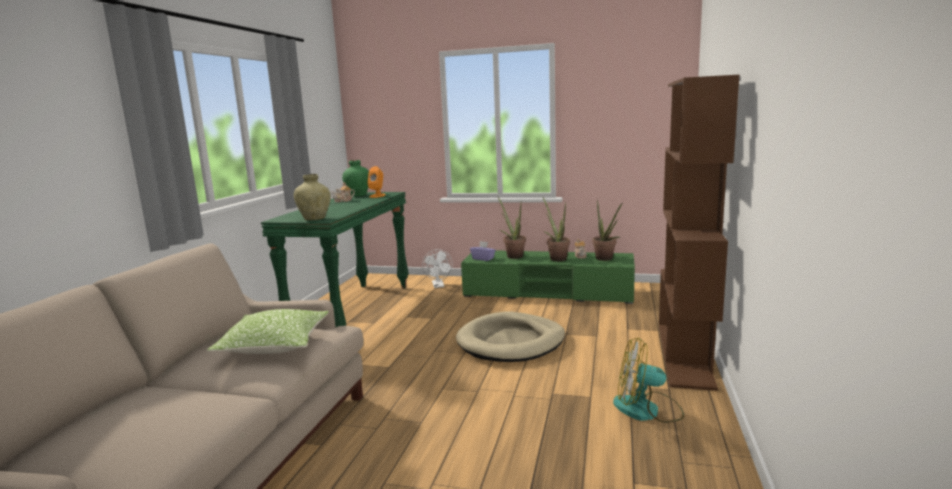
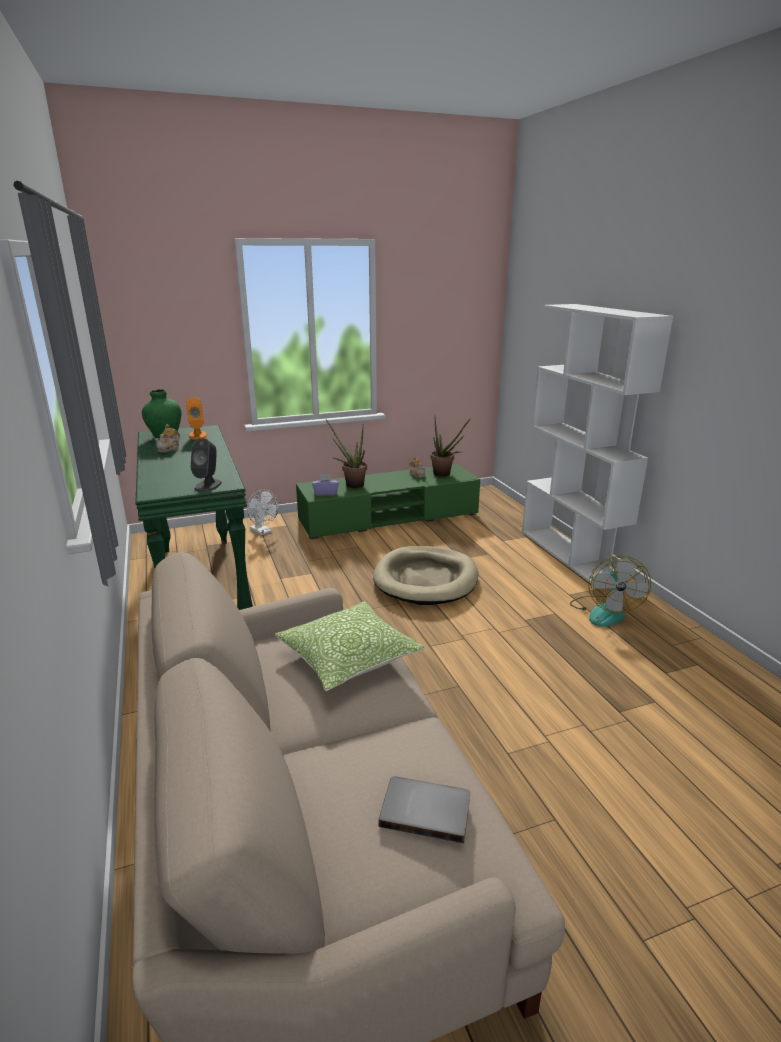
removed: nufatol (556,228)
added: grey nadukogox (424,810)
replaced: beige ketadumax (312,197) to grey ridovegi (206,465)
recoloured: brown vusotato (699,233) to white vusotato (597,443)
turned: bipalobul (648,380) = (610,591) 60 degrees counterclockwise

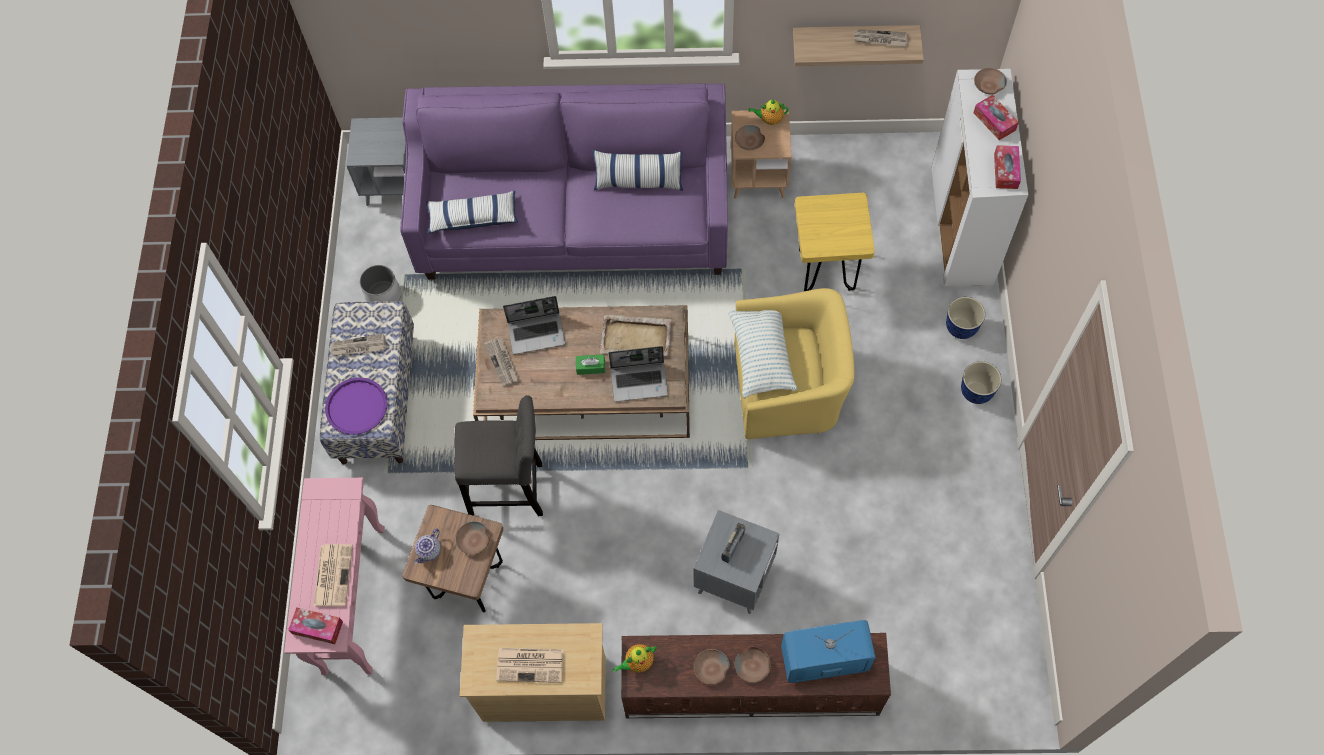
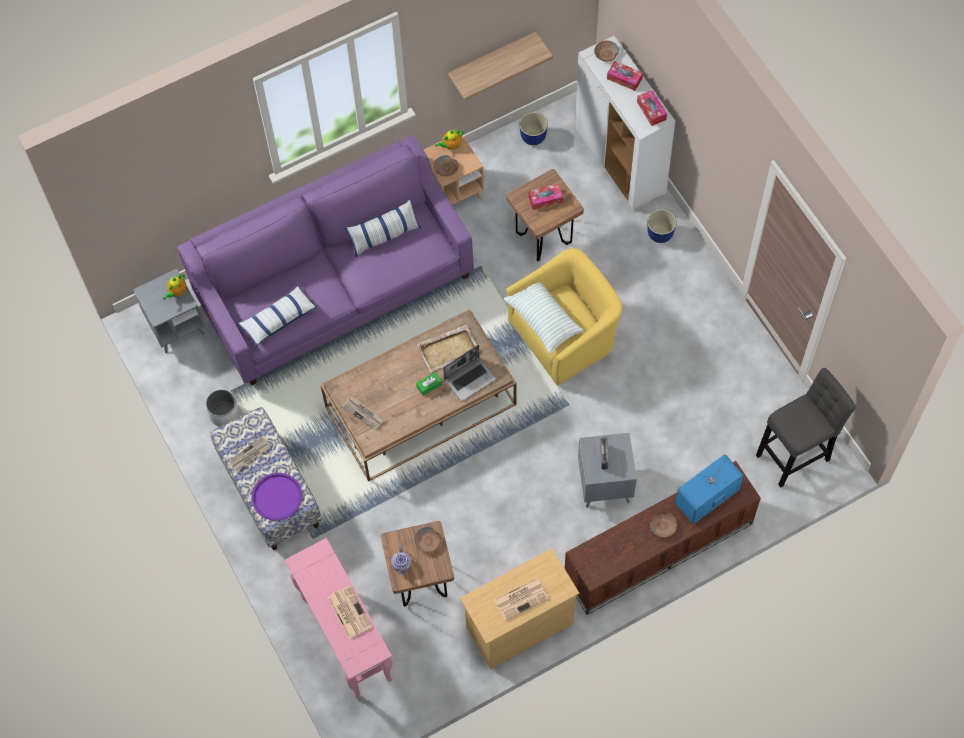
removed: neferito (534,325); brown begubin (712,667); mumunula (881,38)
moved: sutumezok (315,625) to (545,197); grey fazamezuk (498,455) to (806,428); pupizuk (635,658) to (175,287); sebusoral (981,382) to (533,128)
recoloured: yellow fazamezuk (835,242) to brown fazamezuk (545,215)

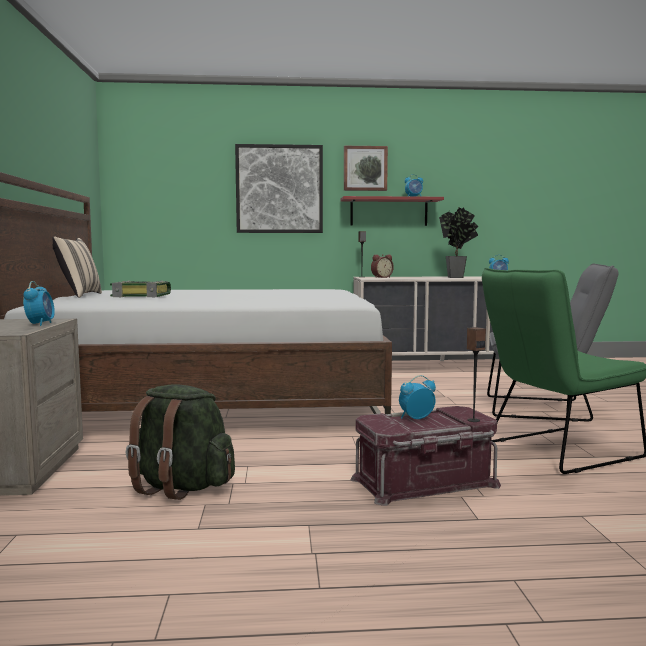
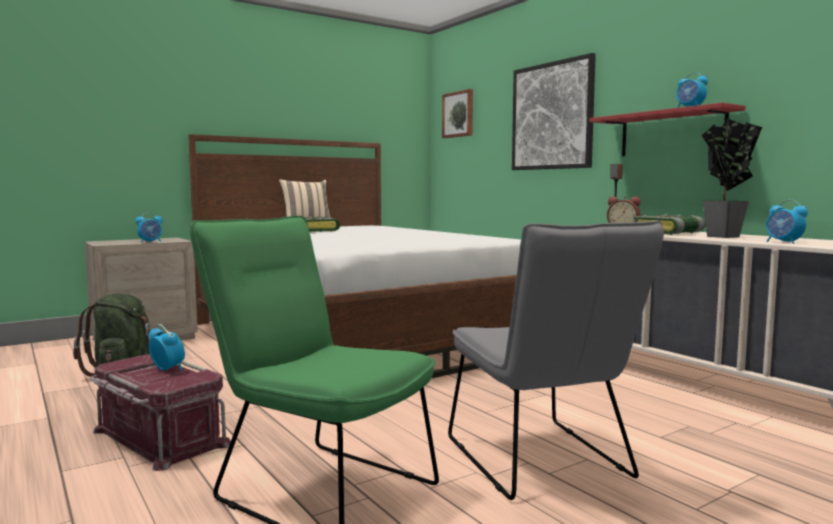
removed: ridovegi (476,374)
added: nadukogox (670,224)
moved: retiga (366,168) to (457,113)

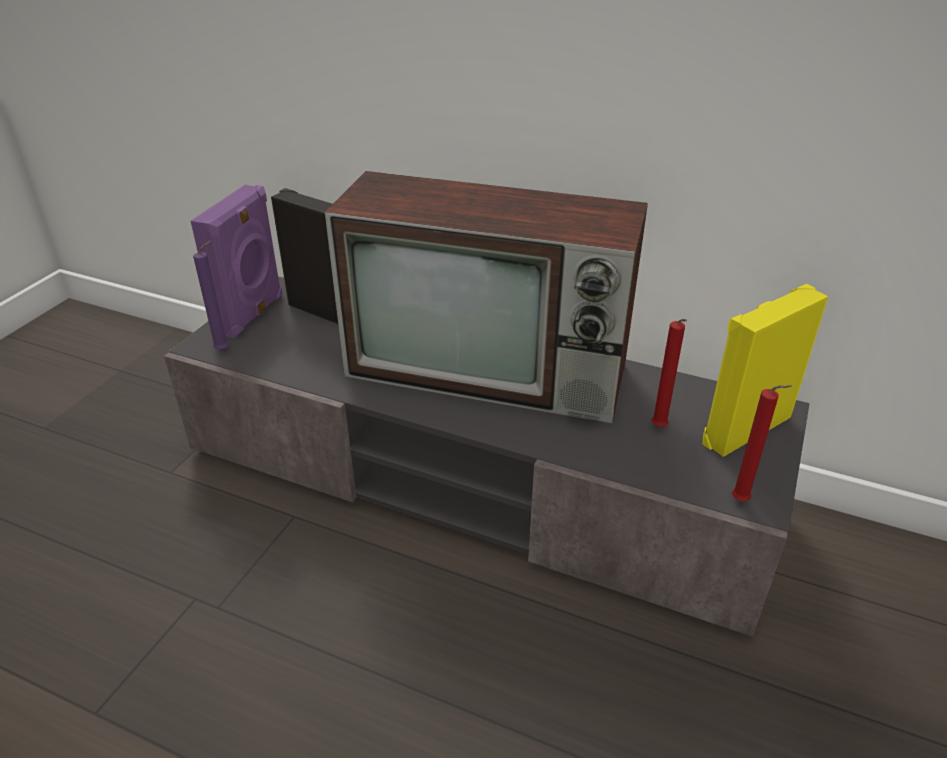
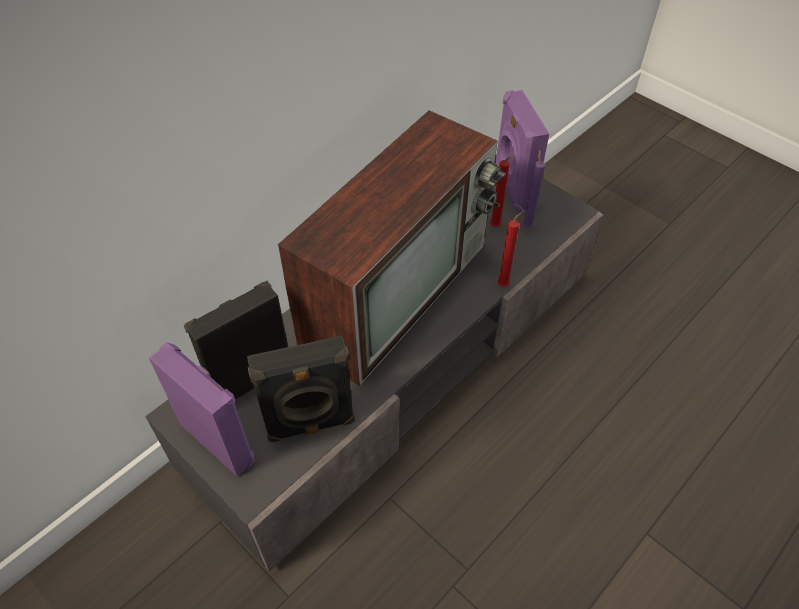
added: black ridovegi (301,389)
moved: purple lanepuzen (210,295) to (534,188); red lanepuzen (762,443) to (511,249)
recoloured: yellow ridovegi (765,370) to purple ridovegi (522,151)

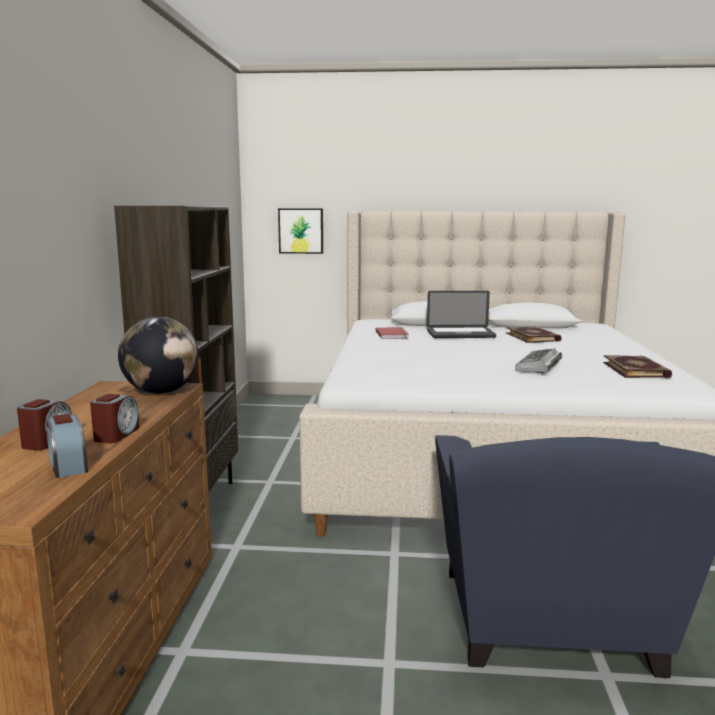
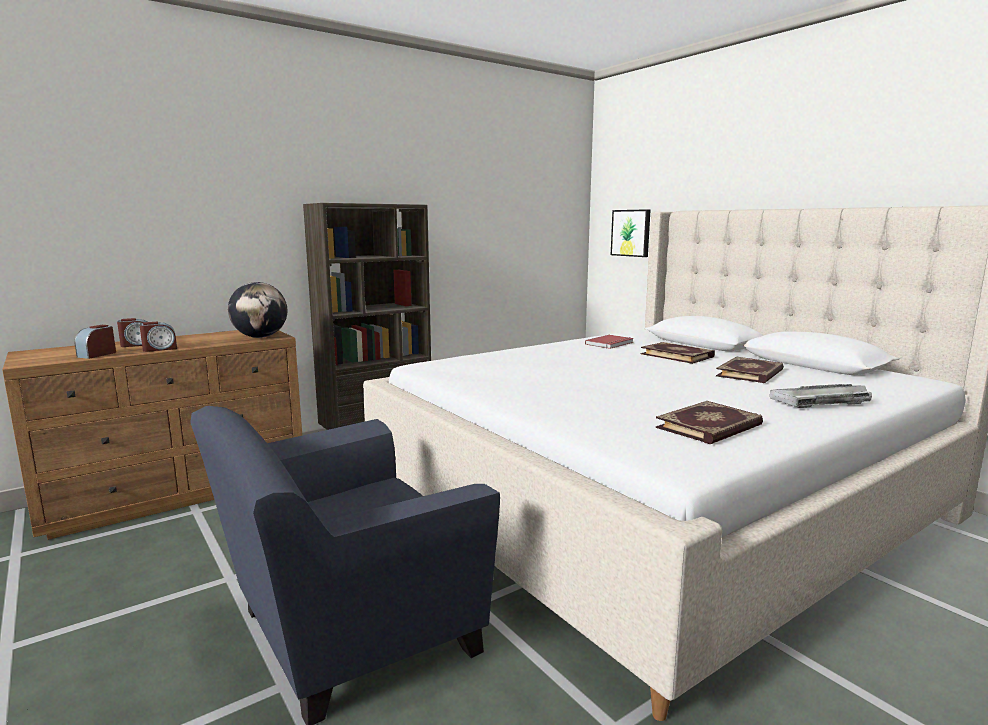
moved: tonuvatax (538,360) to (821,396)
replaced: neferito (461,314) to nadukogox (678,353)

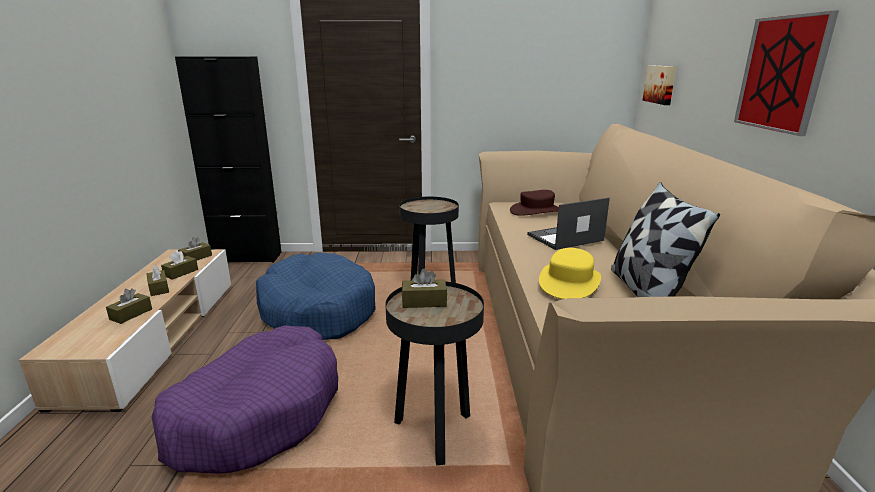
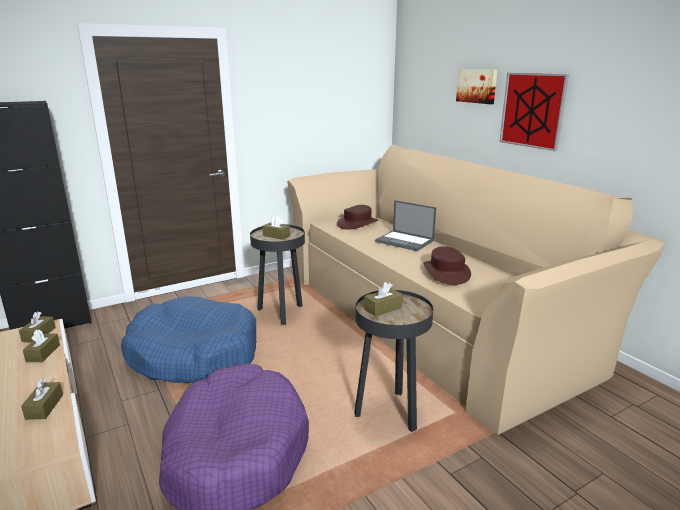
removed: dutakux (665,239)
moved: brown sutumezok (157,280) to (276,228); retiga (659,85) to (476,86)
recoloured: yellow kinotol (570,273) to brown kinotol (447,265)
turned: neferito (568,224) = (405,225) 90 degrees counterclockwise

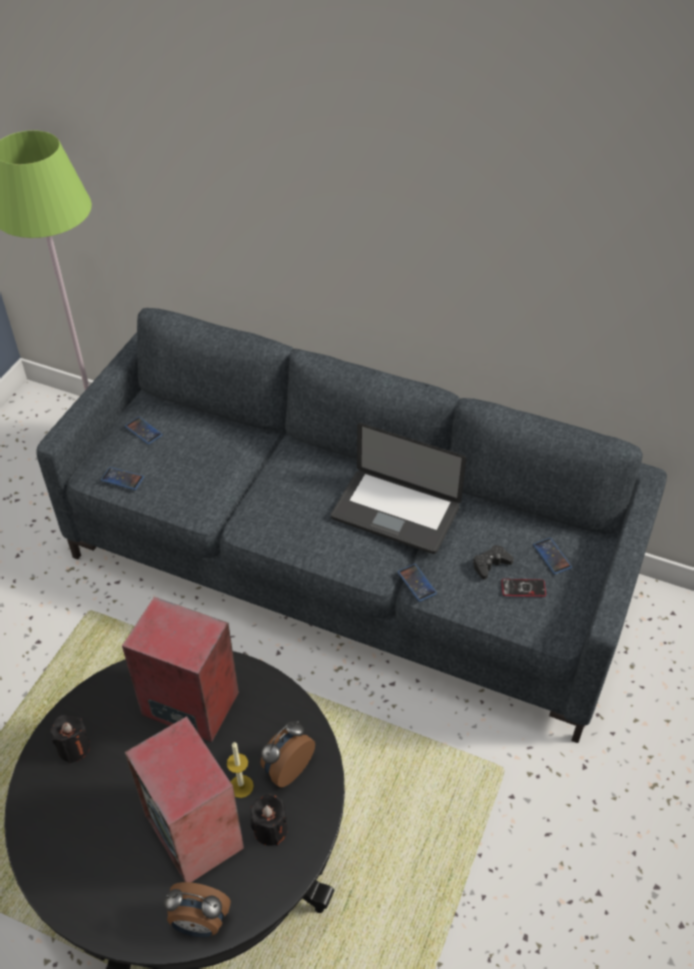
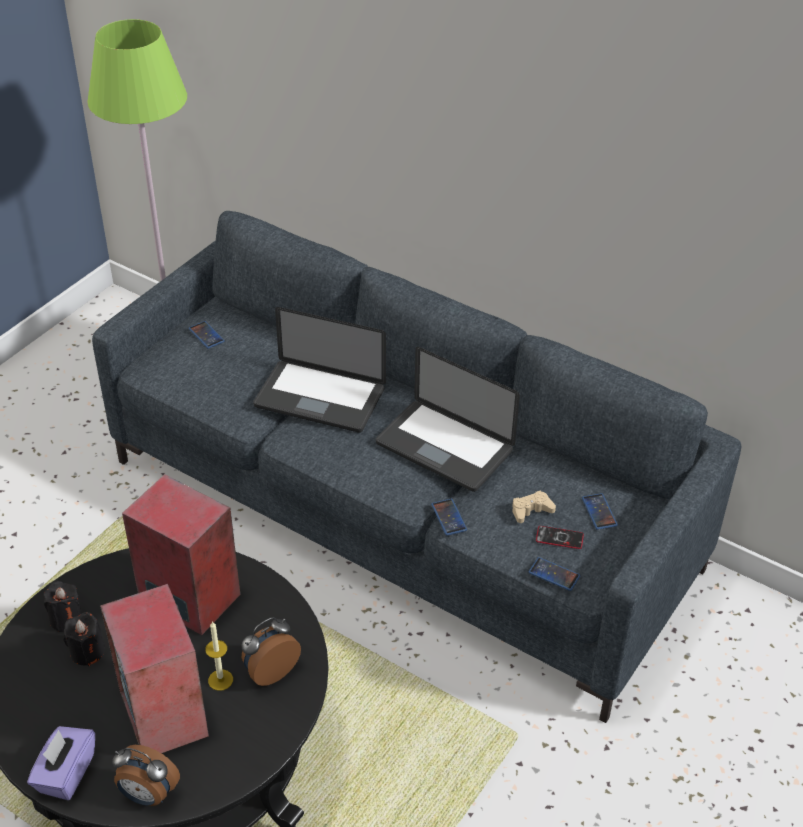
added: purple sutumezok (61,763); neferito (319,369)
moved: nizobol (122,478) to (554,574); black lanepuzen (269,820) to (84,639)
recoloured: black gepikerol (493,562) to beige gepikerol (534,507)

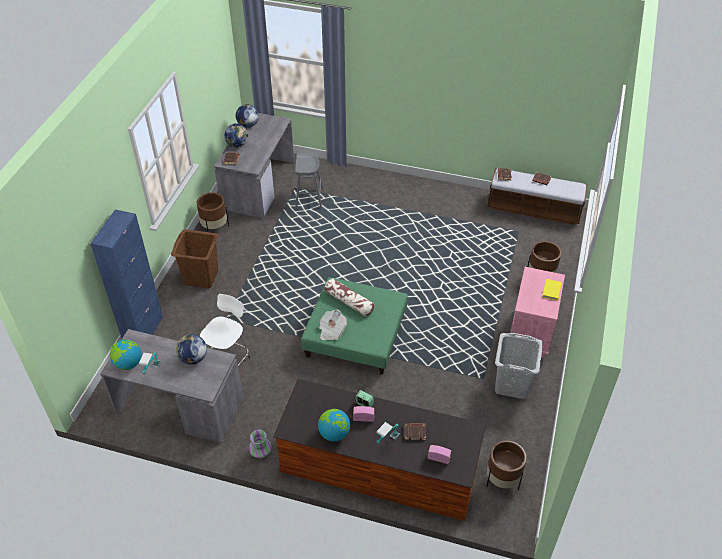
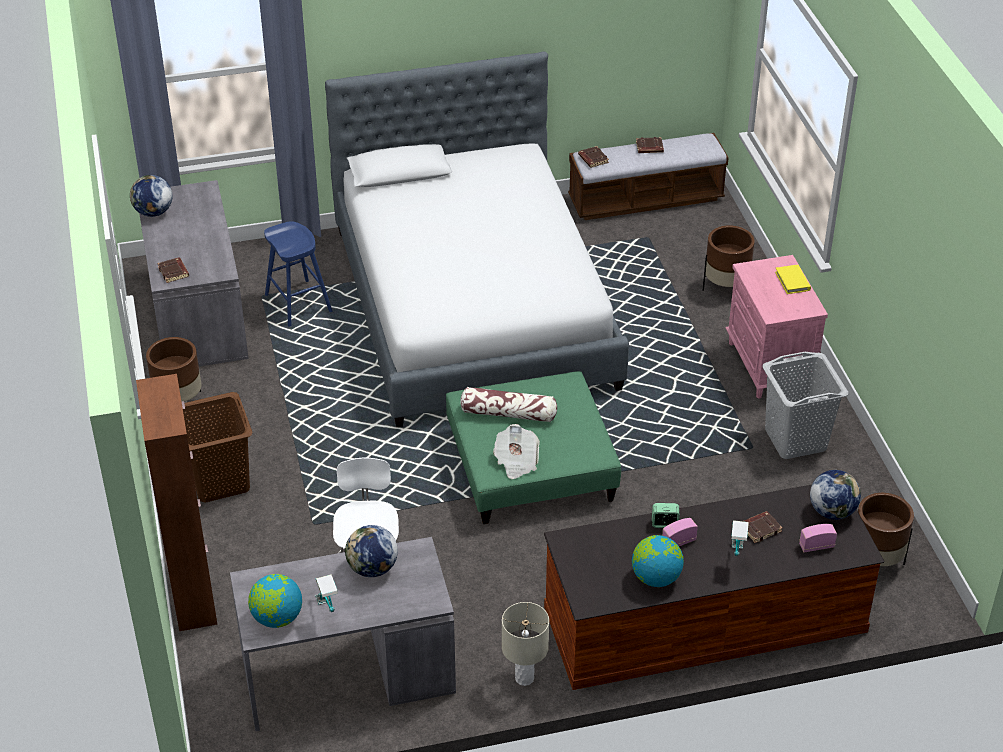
added: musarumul (477,239)
moved: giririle (236,135) to (835,495)
replaced: ketadumax (260,444) to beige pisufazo (525,644)
recoloured: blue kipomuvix (126,274) to brown kipomuvix (176,502); grey fazamezuk (309,181) to blue fazamezuk (298,274)

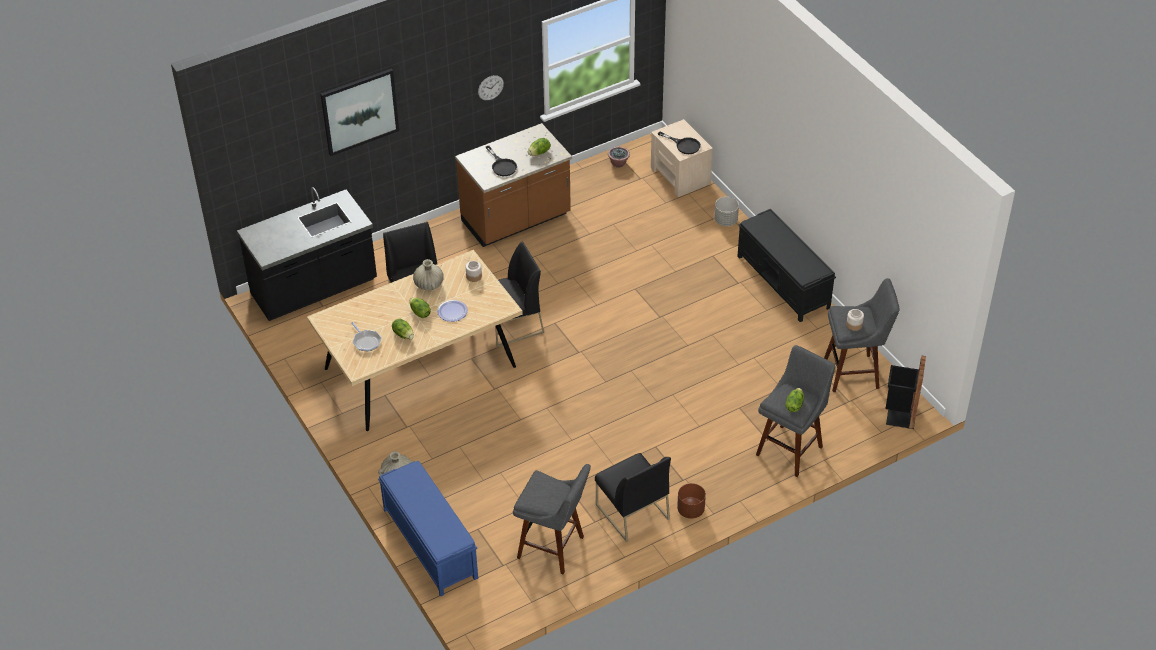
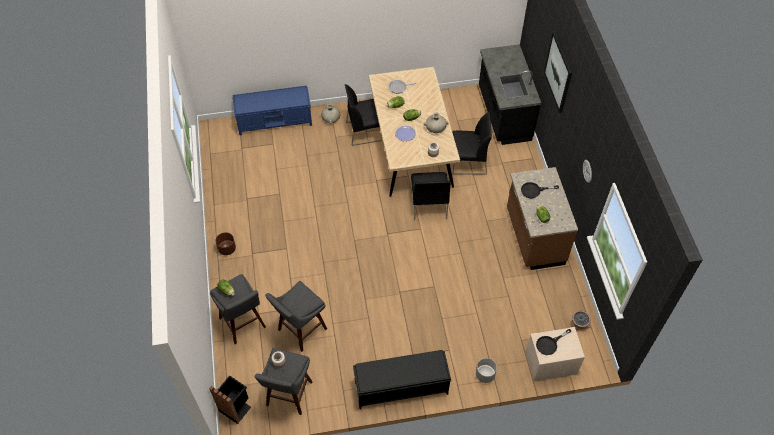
moved: grey fazamezuk (552,519) to (296,316); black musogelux (633,497) to (364,115)

